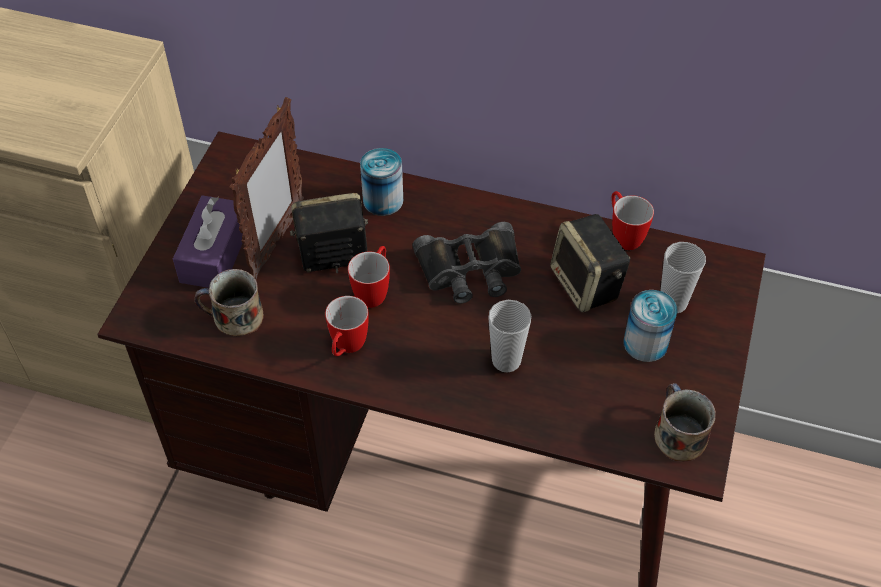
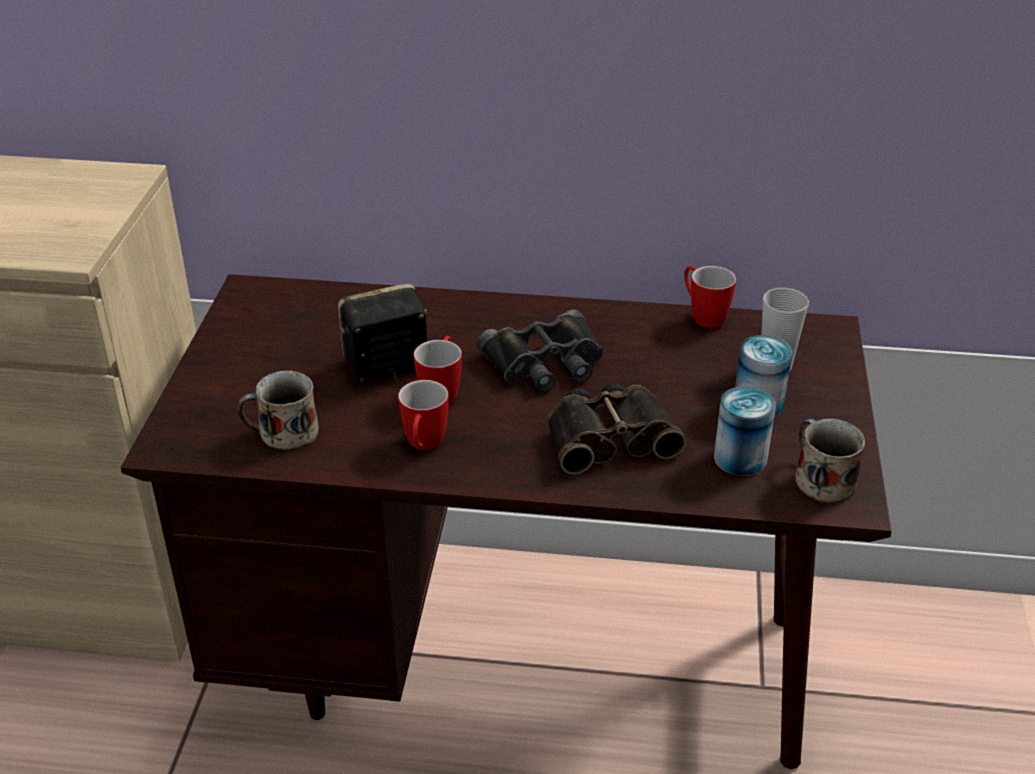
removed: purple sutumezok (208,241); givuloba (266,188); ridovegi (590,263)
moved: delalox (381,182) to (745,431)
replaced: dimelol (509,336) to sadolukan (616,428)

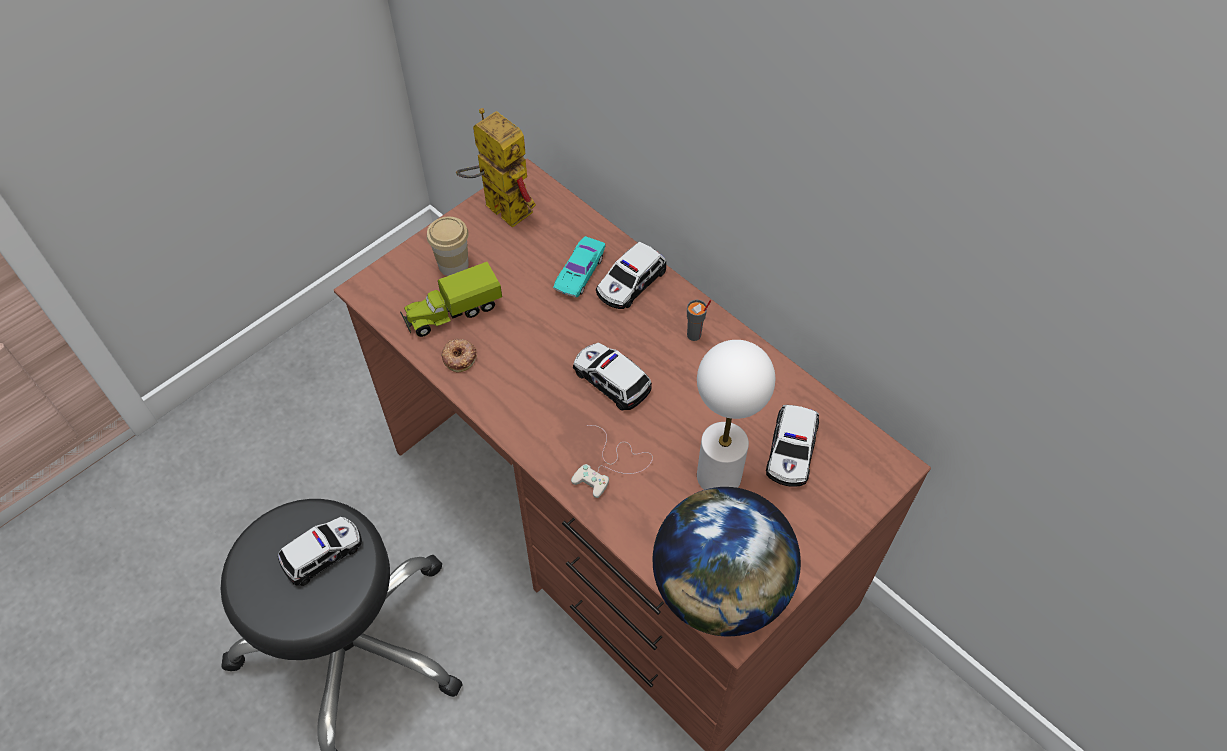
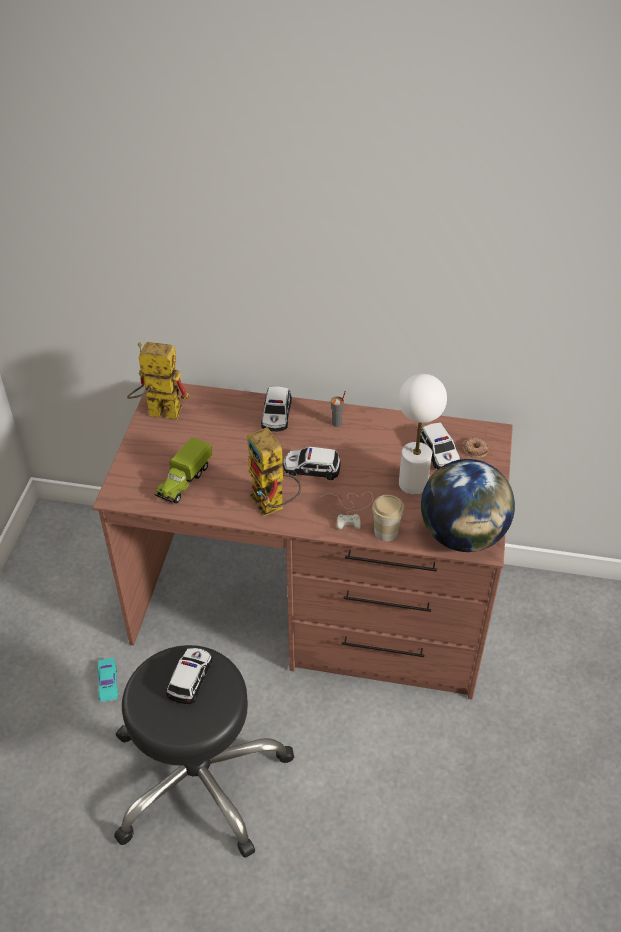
added: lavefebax (274,472)
moved: dimelol (448,246) to (388,518); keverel (459,356) to (476,447); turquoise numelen (579,266) to (108,680)

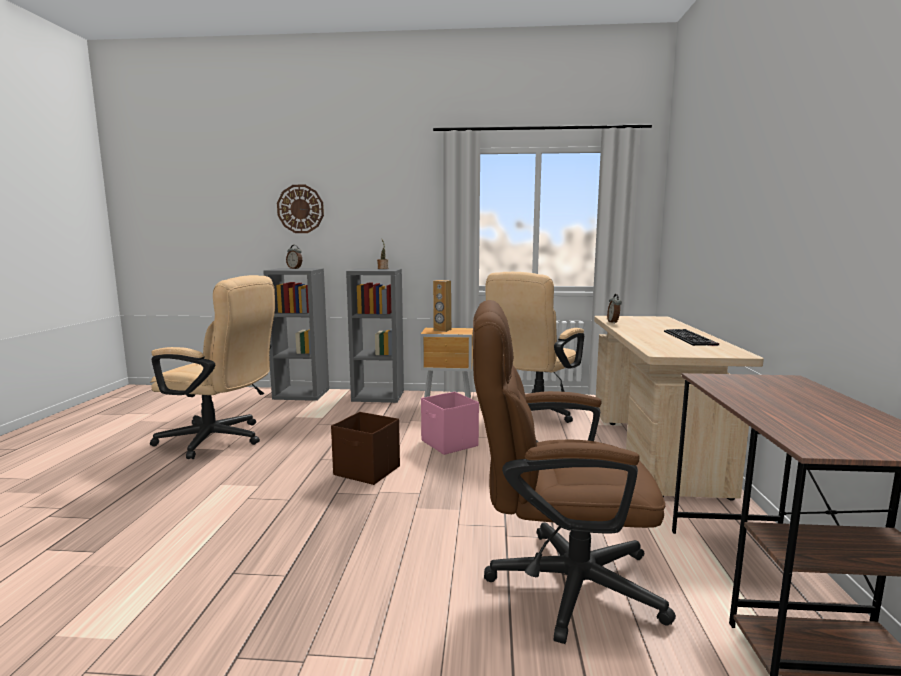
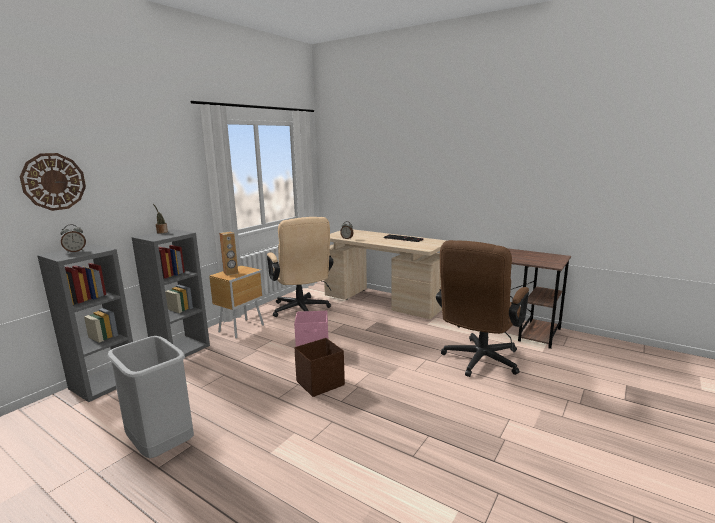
replaced: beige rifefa (212,367) to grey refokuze (151,397)

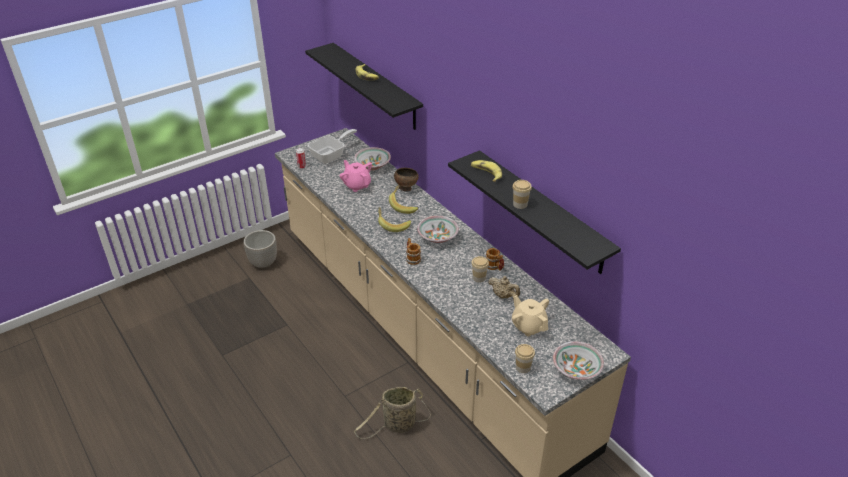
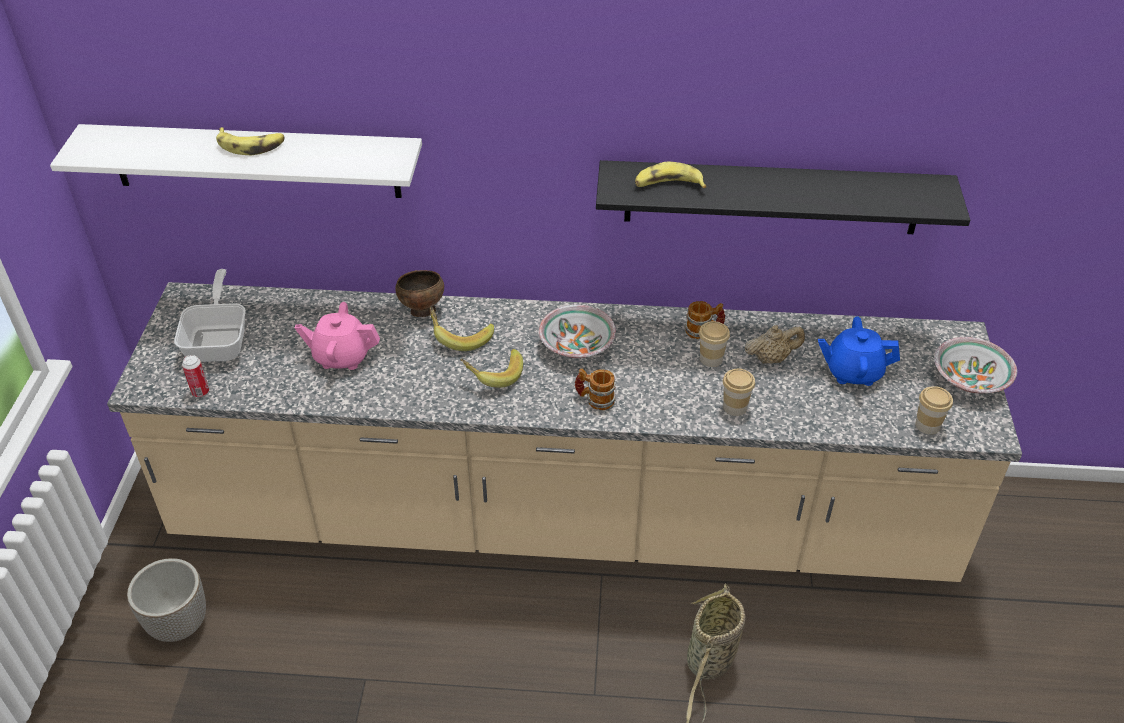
removed: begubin (372,158)
moved: dimelol (522,194) to (739,392)
recoloured: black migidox (364,86) to white migidox (236,161); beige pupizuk (530,315) to blue pupizuk (859,351)

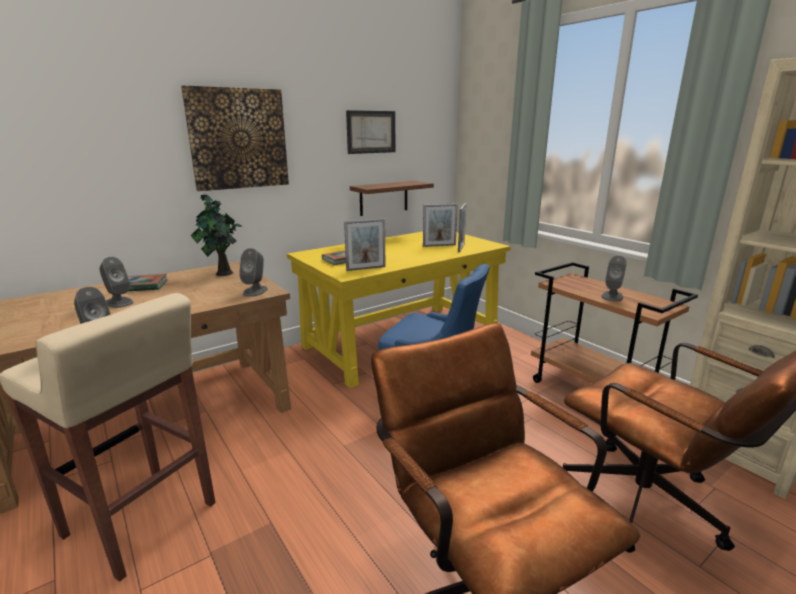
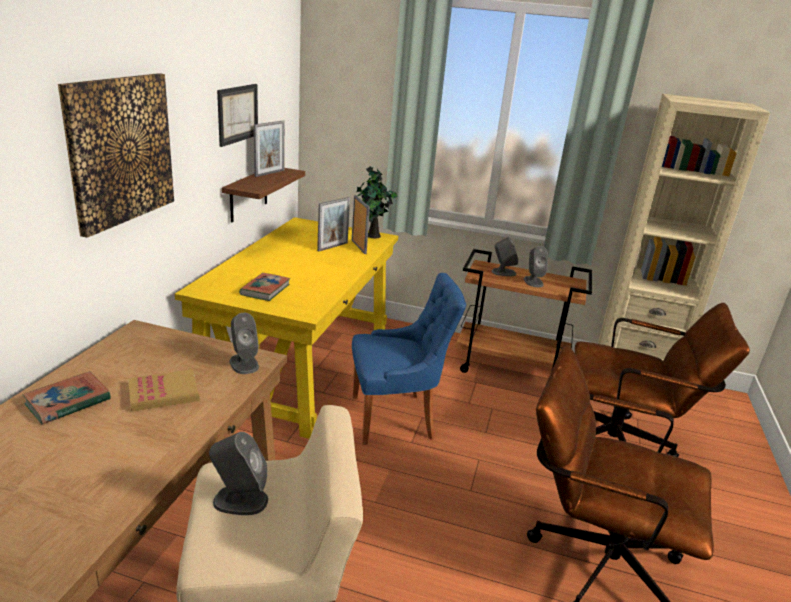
added: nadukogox (164,390)
moved: grey ridovegi (117,282) to (505,256); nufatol (216,235) to (377,202); givuloba (364,245) to (269,149)

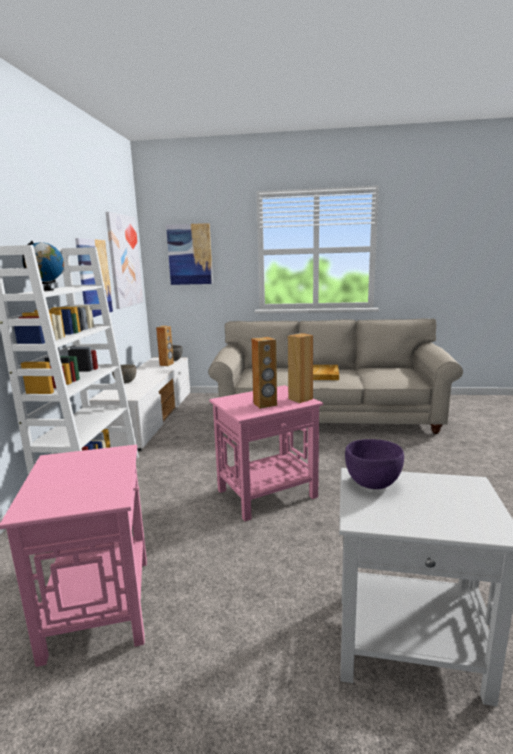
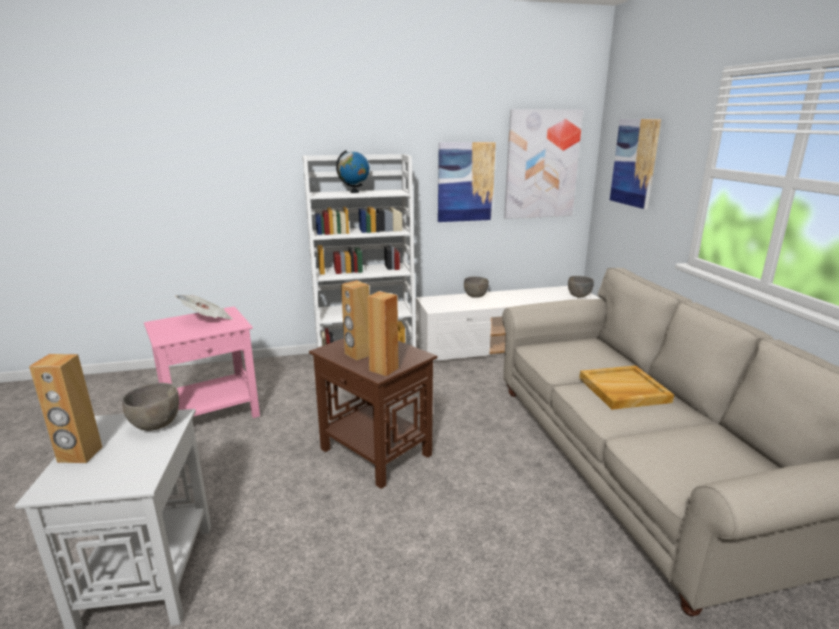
added: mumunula (204,307)
moved: brown ridovegi (165,346) to (65,408)
recoloured: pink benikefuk (266,453) to brown benikefuk (373,413); purple begubin (374,464) to grey begubin (150,407)

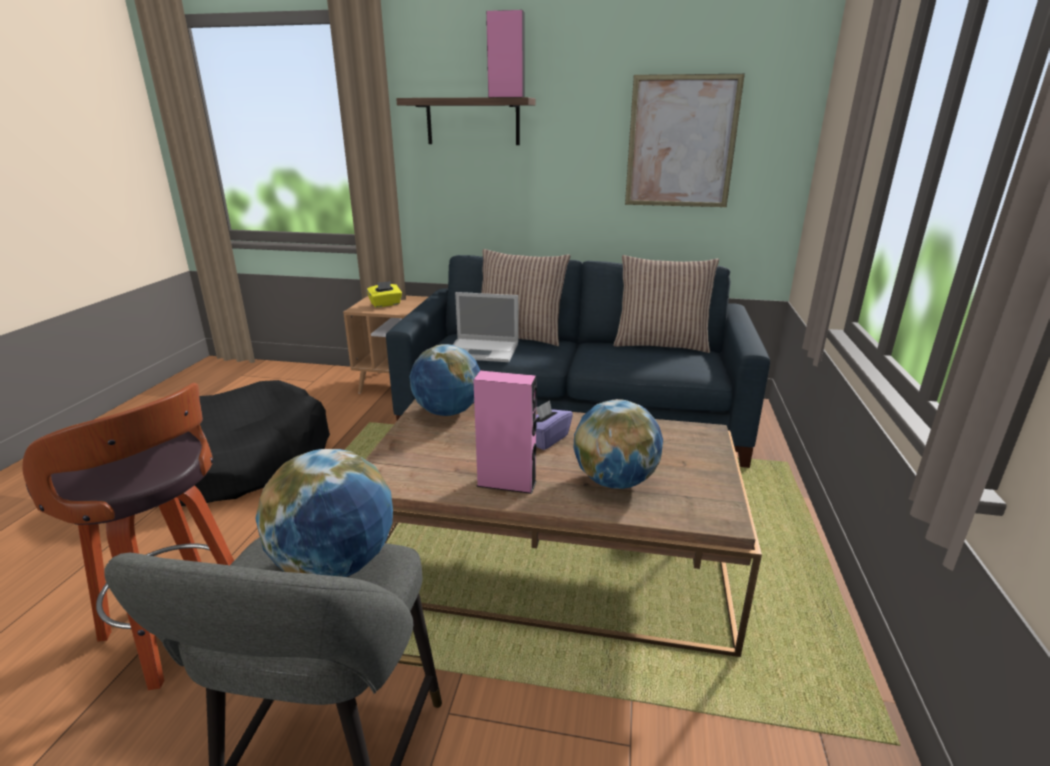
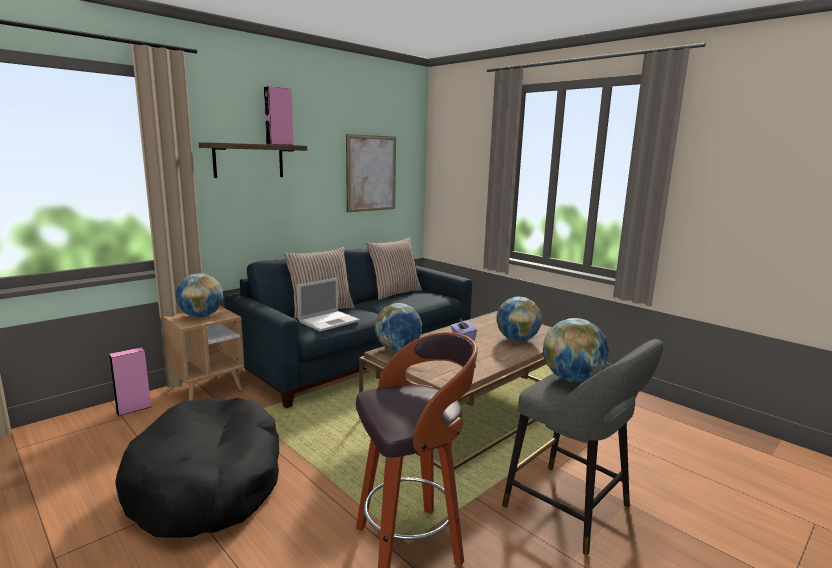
moved: pink ridovegi (505,432) to (130,381)
replaced: yellow sutumezok (384,294) to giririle (199,295)

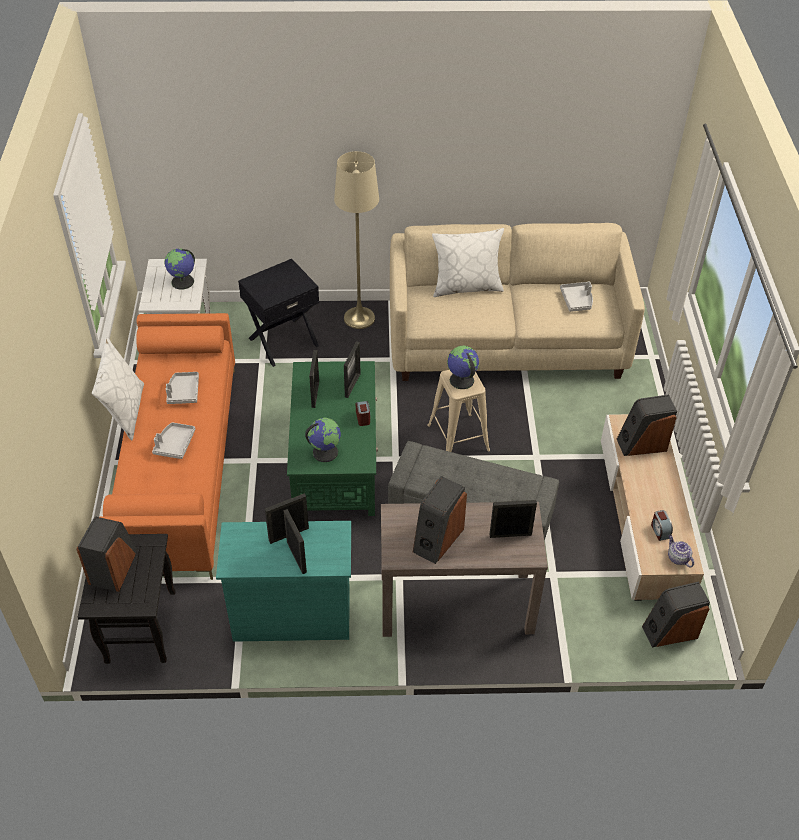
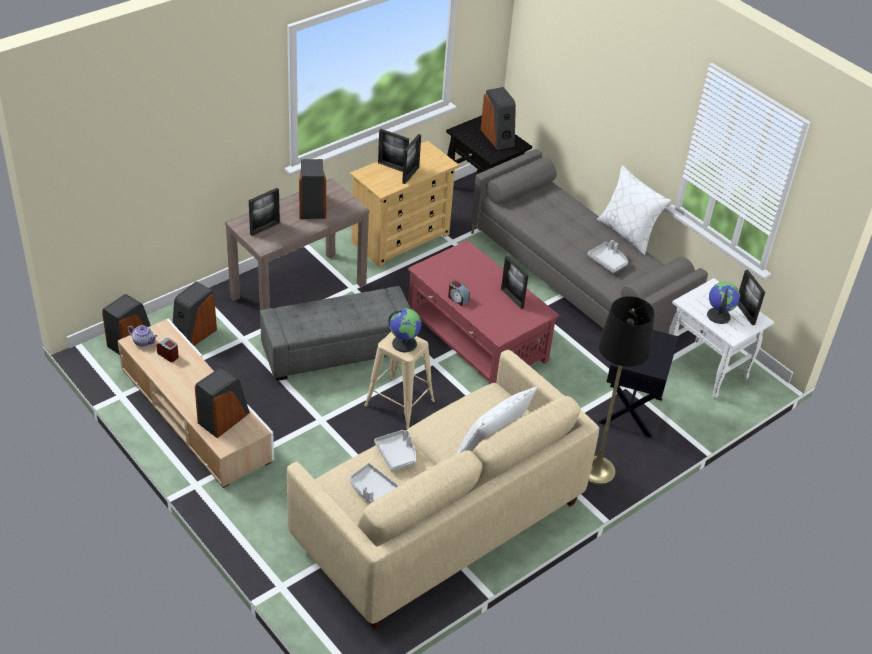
removed: giririle (323,440)
added: ridovegi (195,313)
moved: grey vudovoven (173,440) to (395,451); givuloba (352,369) to (751,297)
recoloured: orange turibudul (167,446) to grey turibudul (589,241); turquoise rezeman (283,581) to beige rezeman (404,204); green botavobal (332,438) to red botavobal (483,312); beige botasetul (356,240) to black botasetul (621,390)

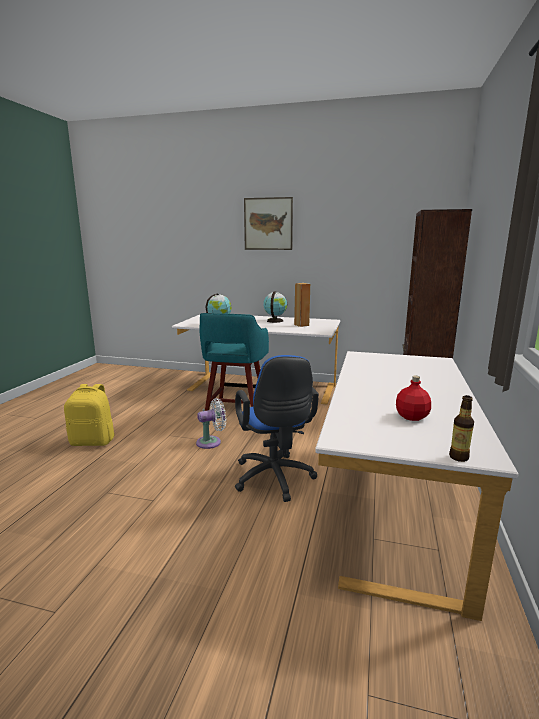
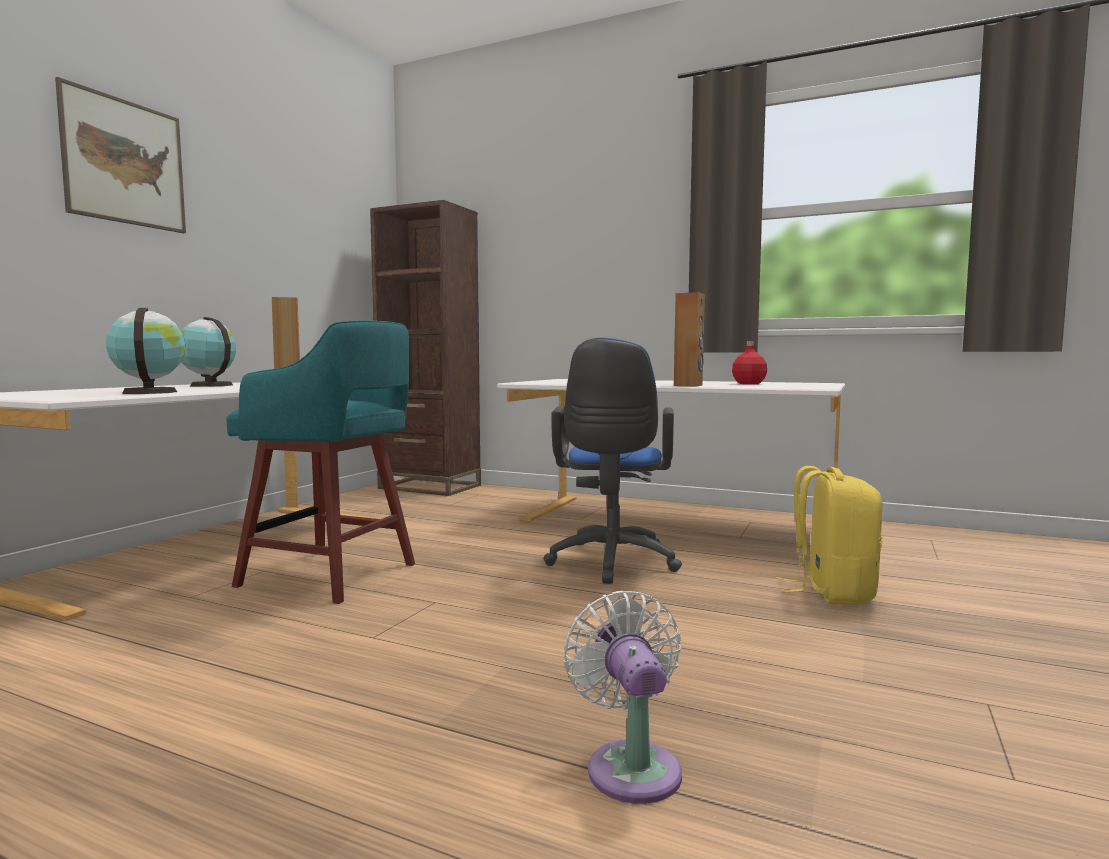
removed: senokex (461,428)
added: brown ridovegi (689,339)
moved: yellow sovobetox (89,415) to (829,535); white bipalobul (211,423) to (623,697)
turned: blue rifefa (277,428) = (612,460) 105 degrees clockwise

